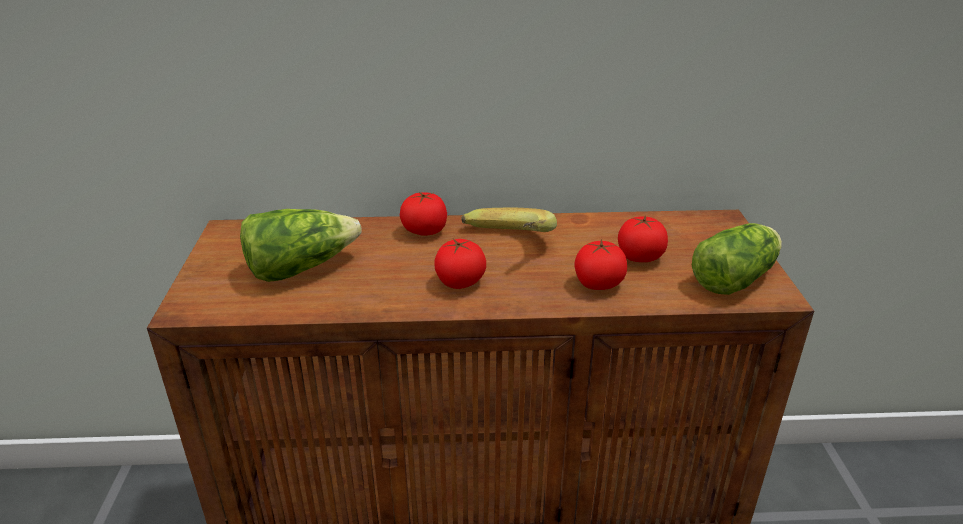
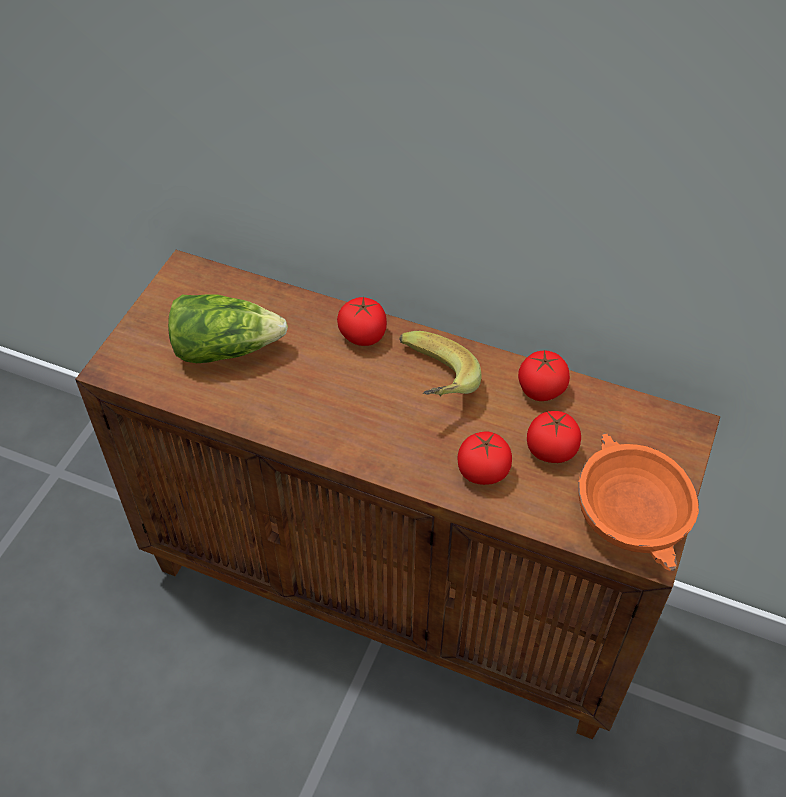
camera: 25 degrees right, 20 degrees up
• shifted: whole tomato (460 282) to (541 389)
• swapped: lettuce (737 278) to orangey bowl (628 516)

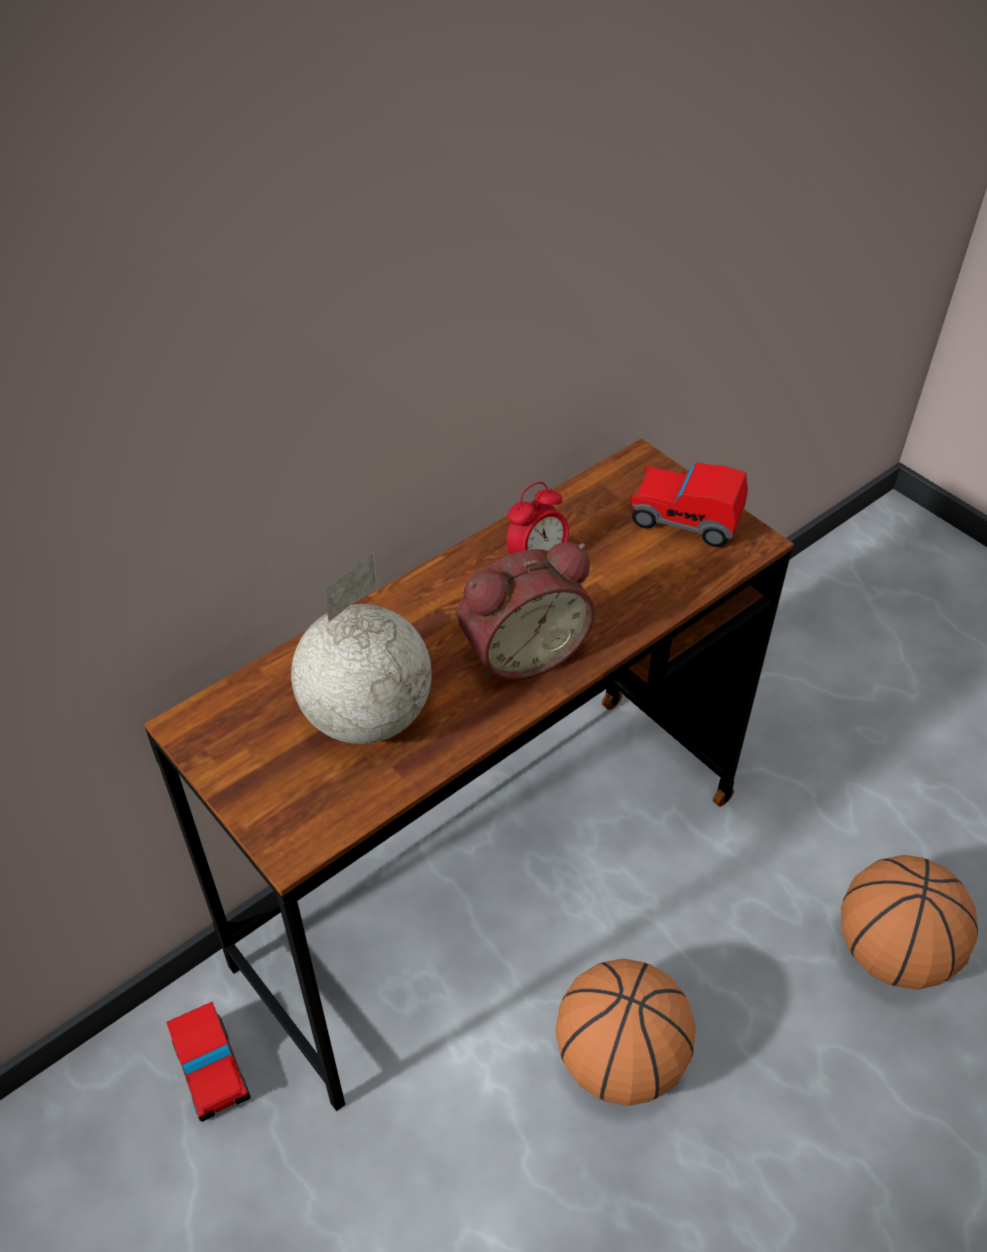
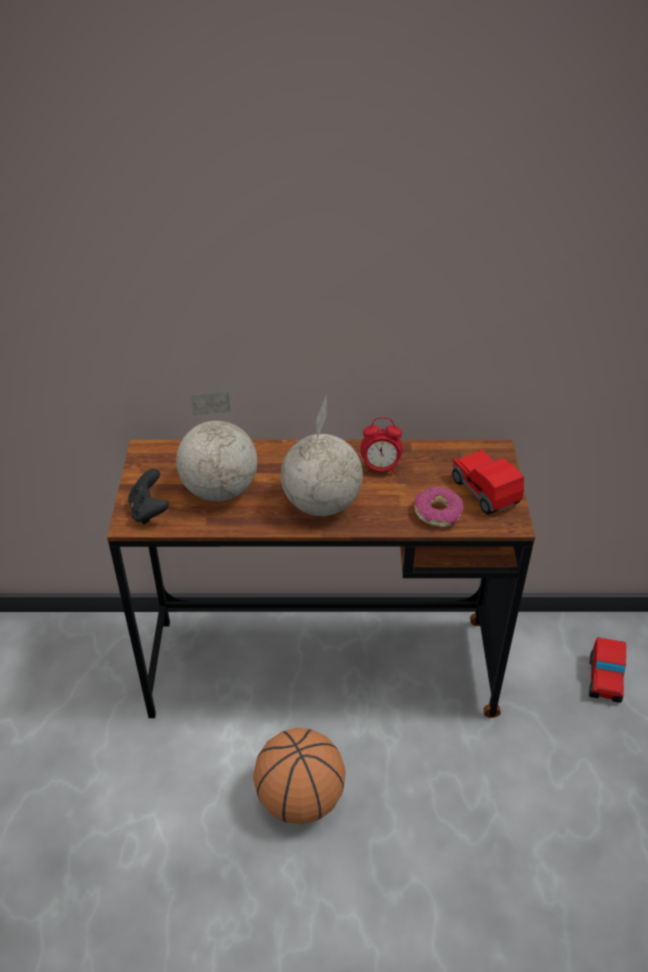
camera: 40 degrees right, 5 degrees down
• gone: basketball (892 952)
• new: black game controller (149 511)
• new: ring doughnut (438 513)
• shifted: model car (212 1073) to (604 680)
• swapped: bedside clock (521 651) to desk globe (322 504)

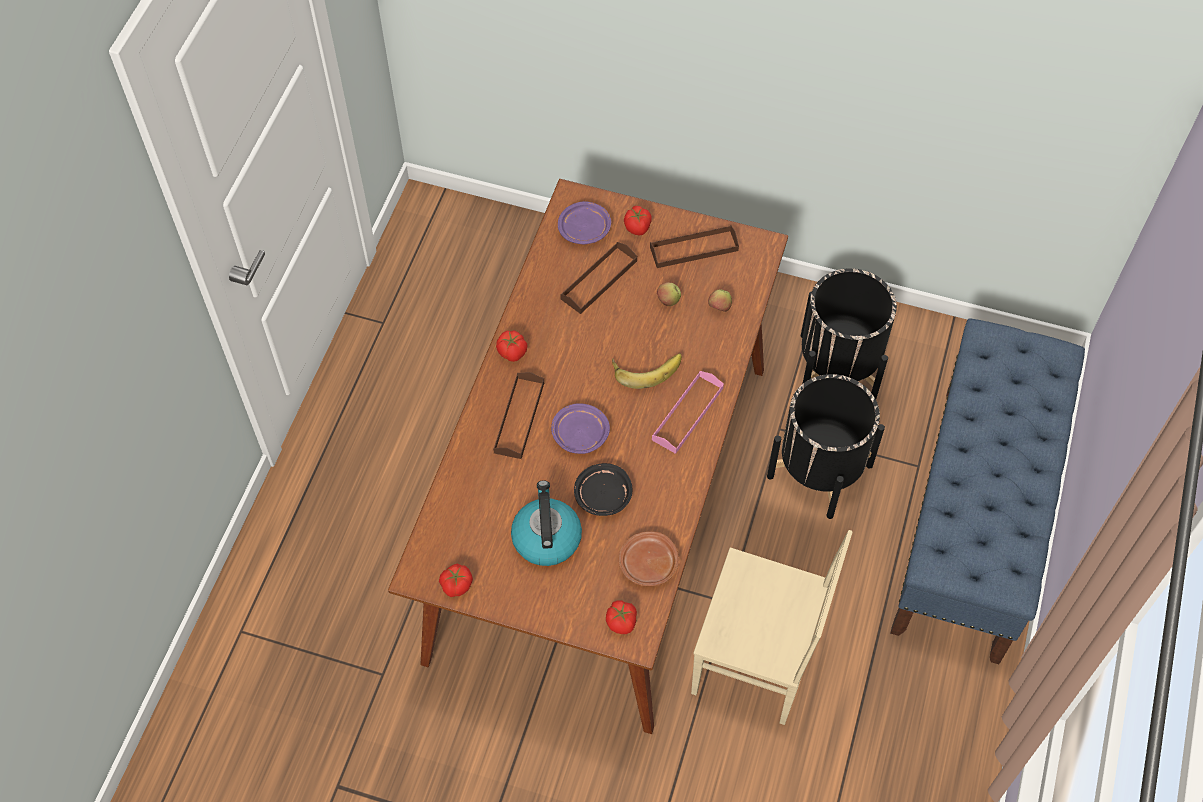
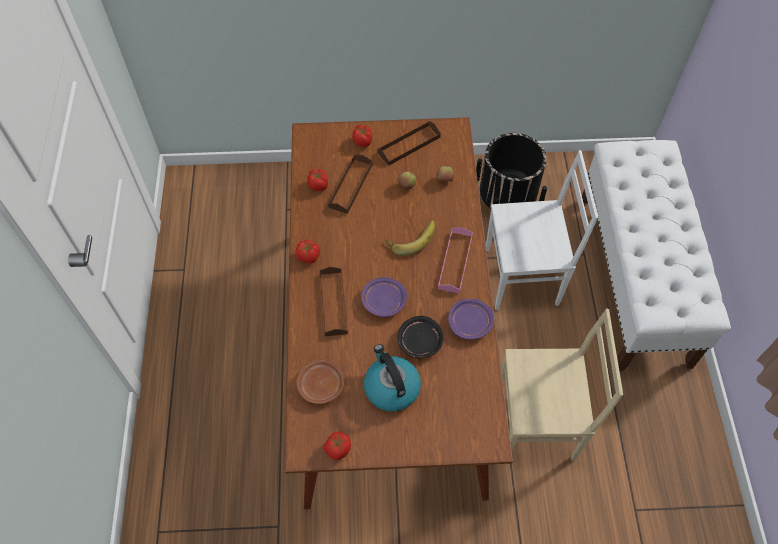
camera: 20 degrees left, 0 degrees up
• shifted: purple dinner plate (585 229) to (470 322)
• shifted: whole tomato (621 622) to (318 185)
• shifted: brown dinner plate (648 564) to (321 385)
• swapped: black plant pot (820 471) to whitish chair (523 277)
• repainted: blue long seat (972 521) to whitish long seat (633 279)

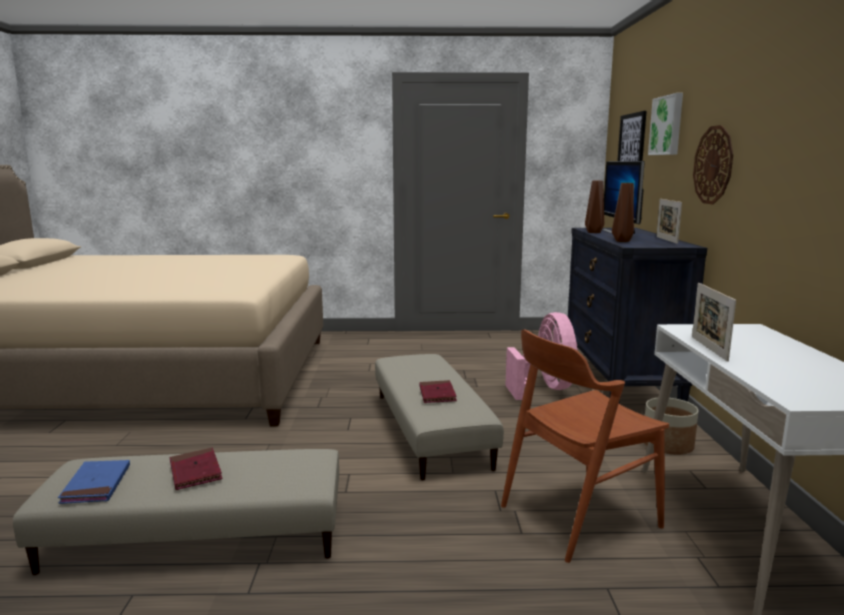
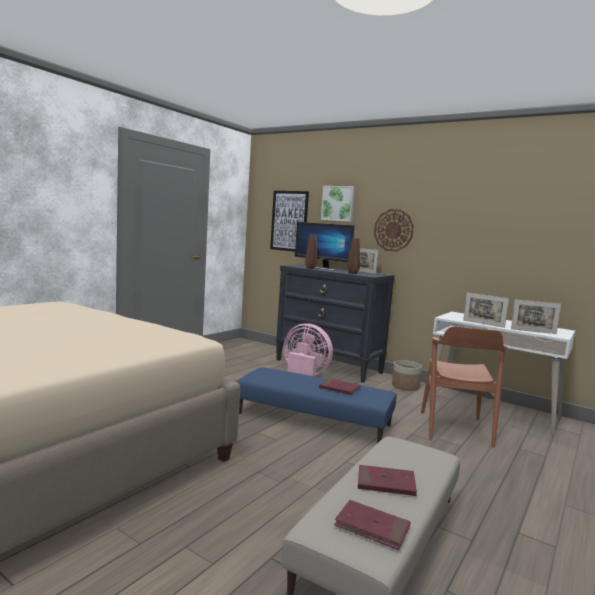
camera: 55 degrees left, 5 degrees down
• new: standing frame (533 331)
• repainted: blue book (96 485) to red book (372 527)
• repainted: beige ottoman (431 429) to blue ottoman (314 419)

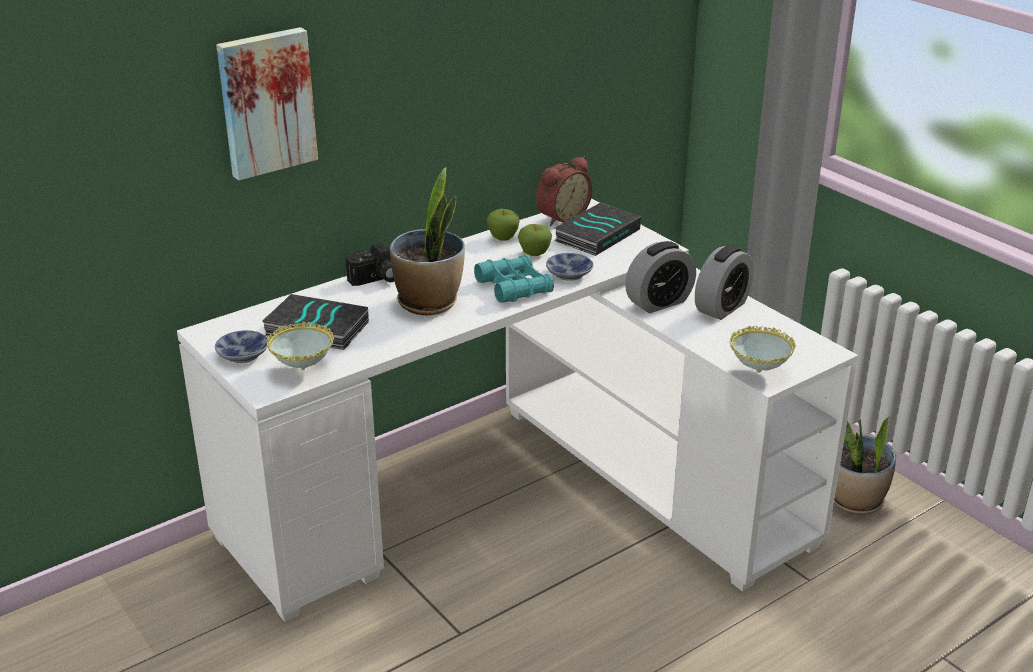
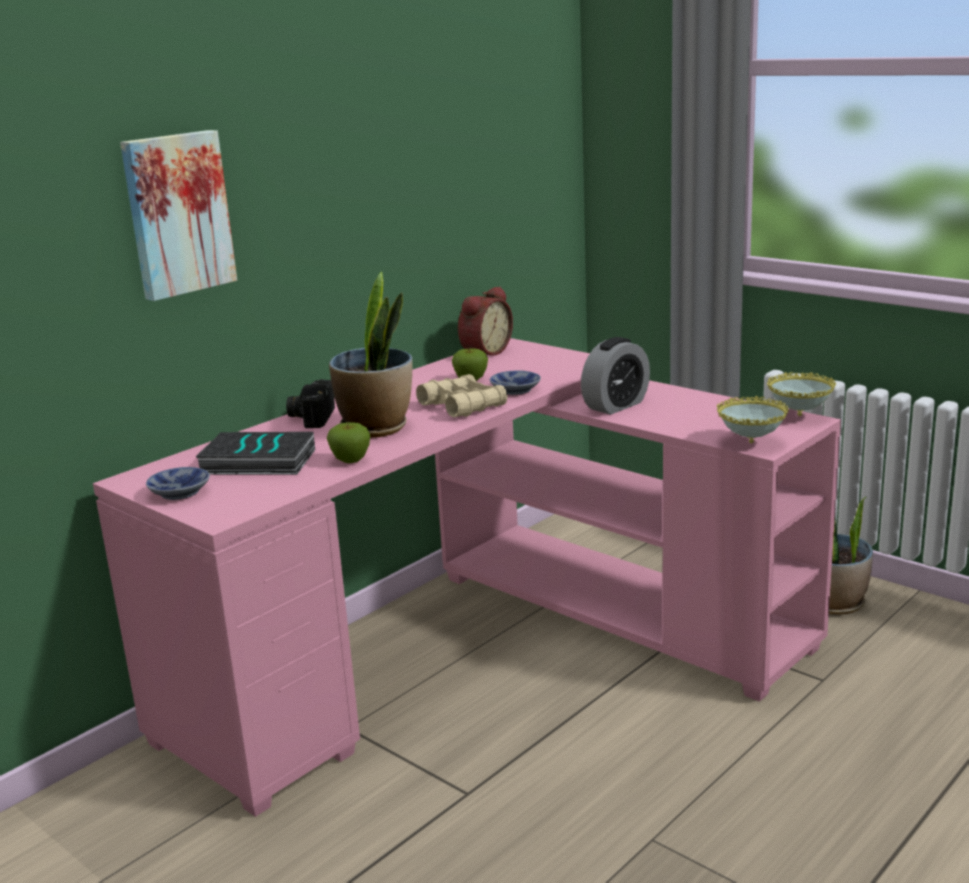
camera: 10 degrees left, 10 degrees down
• gone: book (596 234)
• gone: bedside clock (722 307)
• shifted: bowl (303 369) to (799 416)
• shifted: apple (503 238) to (350 461)
• repainted: whitish desk table (520 494) to pink-coloured desk table (486 649)
• repainted: blue-green field glasses (514 287) to beige field glasses (462 406)
• rotated: still camera (379 279) = (312 417) 135 degrees clockwise

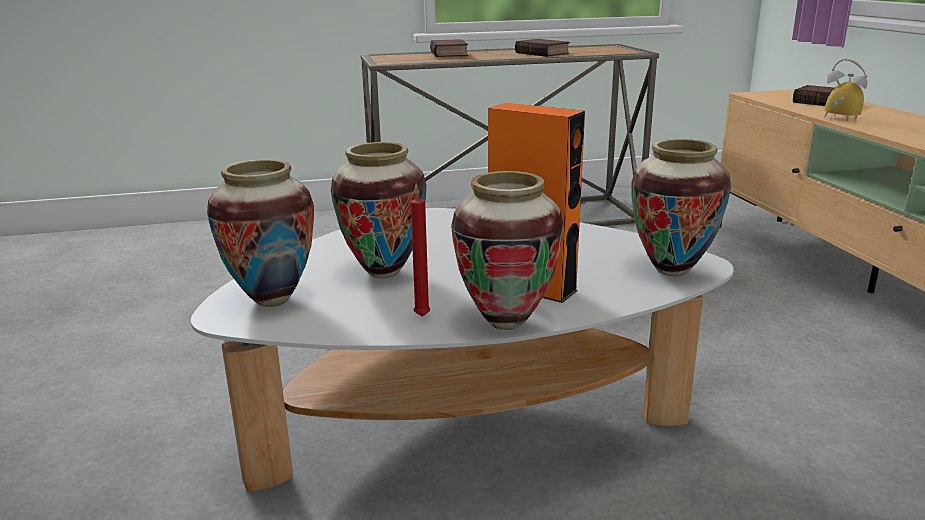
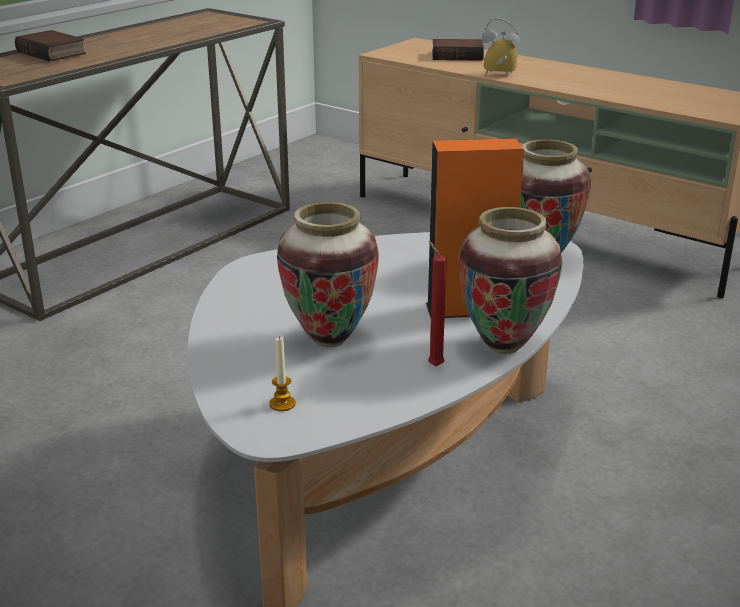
camera: 40 degrees left, 5 degrees up
• gone: book (543 53)
• swapped: vase (272 300) to wax candle (282 404)

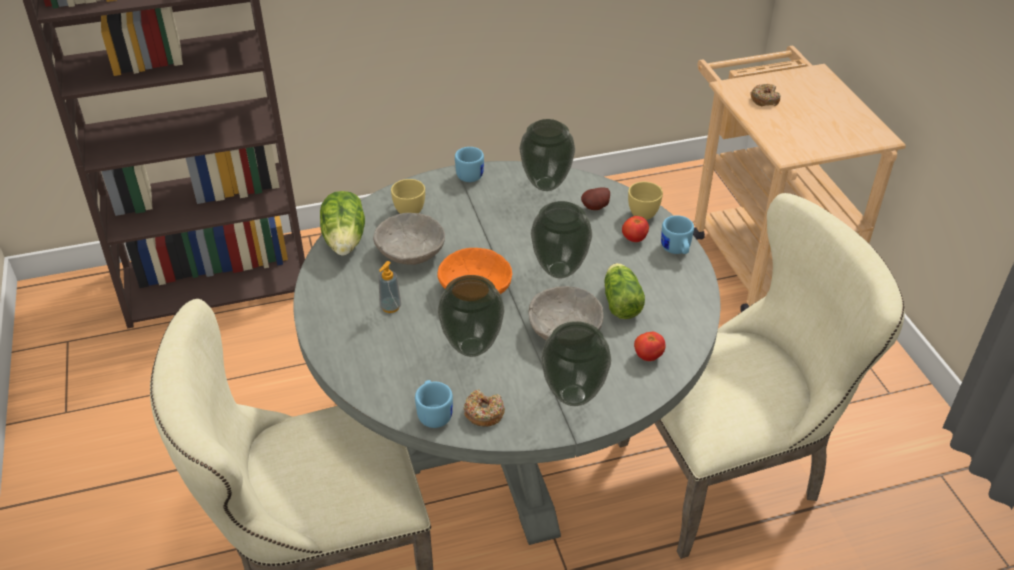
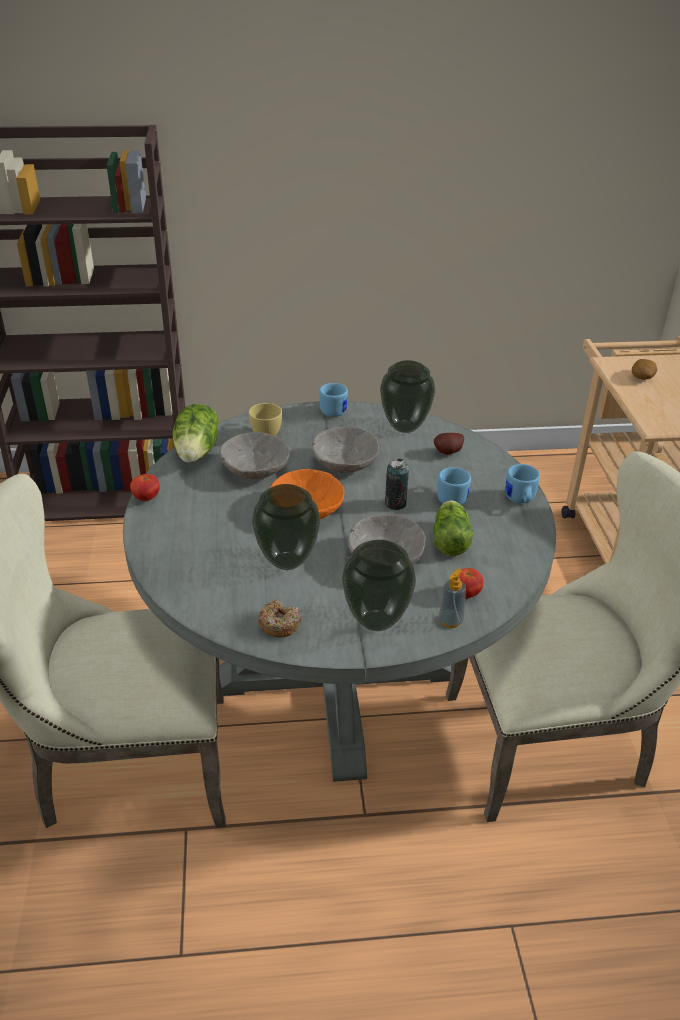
camera: 10 degrees right, 5 degrees down
• gone: yellowish cup (645 212)
• new: greyish bowl (344 463)
• shifted: liquid soap bottle (390 307) to (450 621)
• shifted: blue coffee mug (434 413) to (451 497)
• shifted: whole tomato (634 239) to (146 498)
• swapped: vase (559 271) to can (395 504)
• swapped: ring doughnut (764 99) to spud (642 377)

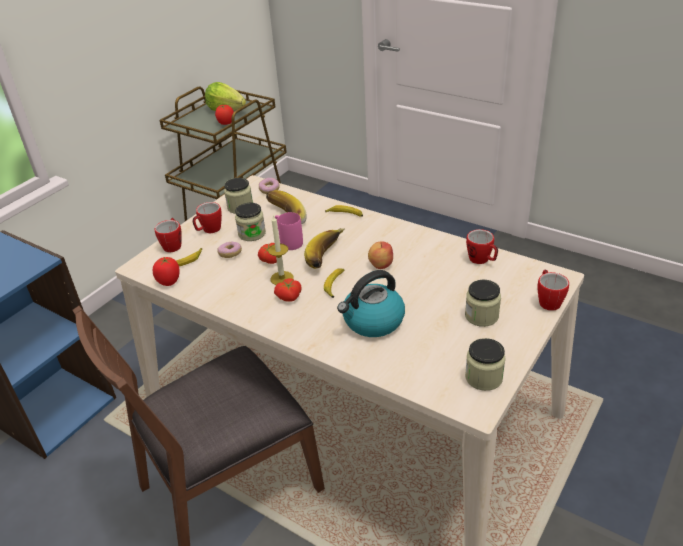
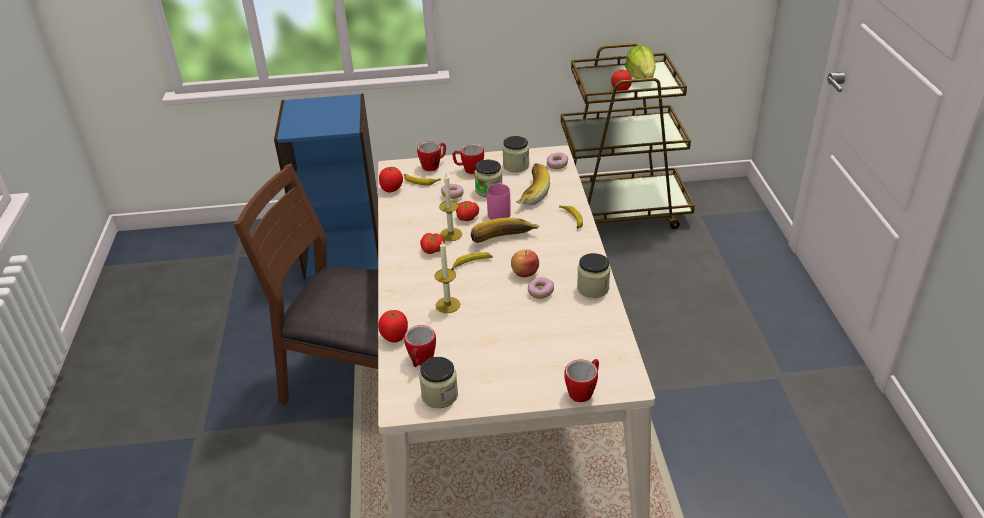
camera: 50 degrees right, 0 degrees up
• new: whole tomato (395 337)
• new: ring doughnut (540 292)
• shifted: storage jar (481 316) to (593 288)
• shifted: coffee mug (482 260) to (420 361)
• swapped: kettle (372 321) to wax candle (447 305)

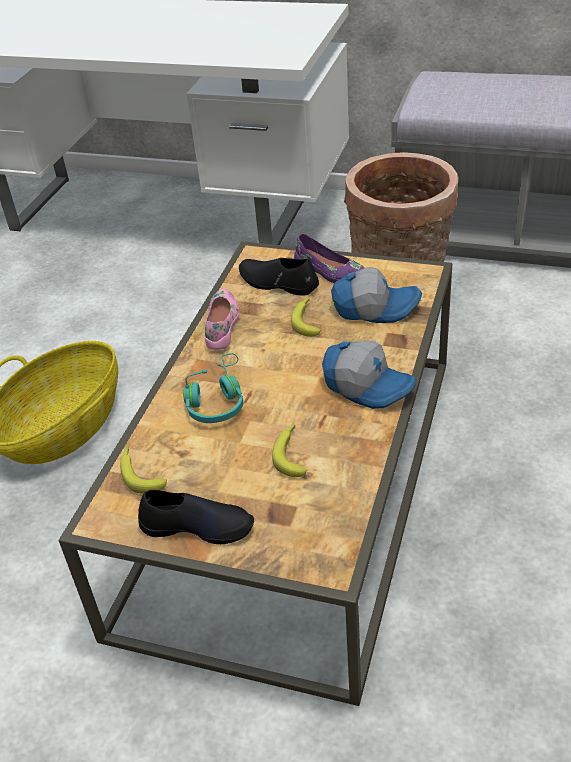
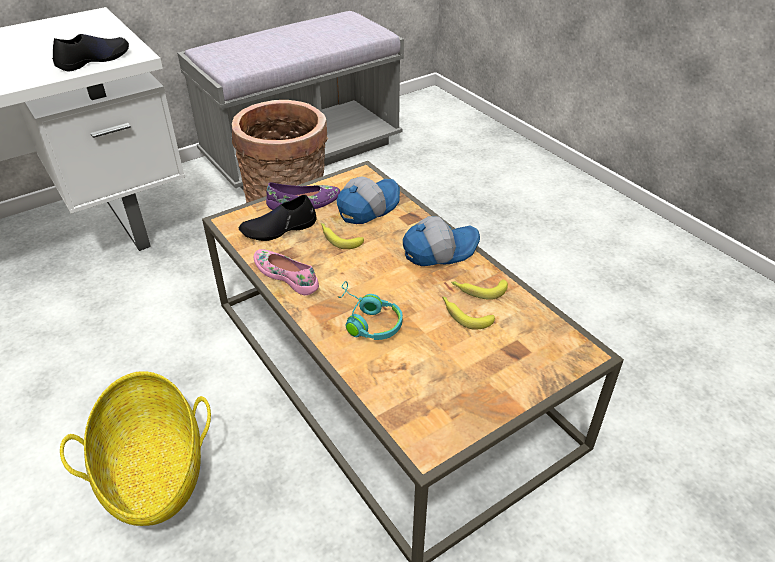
camera: 55 degrees left, 0 degrees up
• shifted: banana fruit (140 473) to (478 290)
• shifted: black shoe (198 526) to (93 60)

